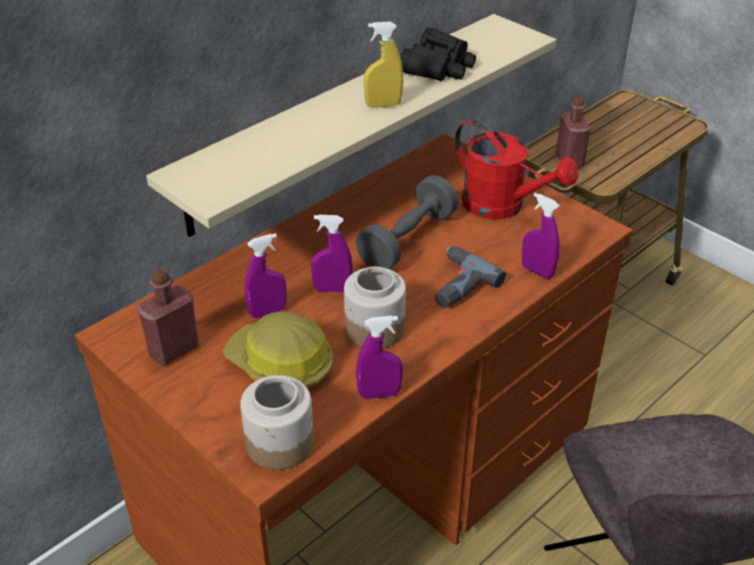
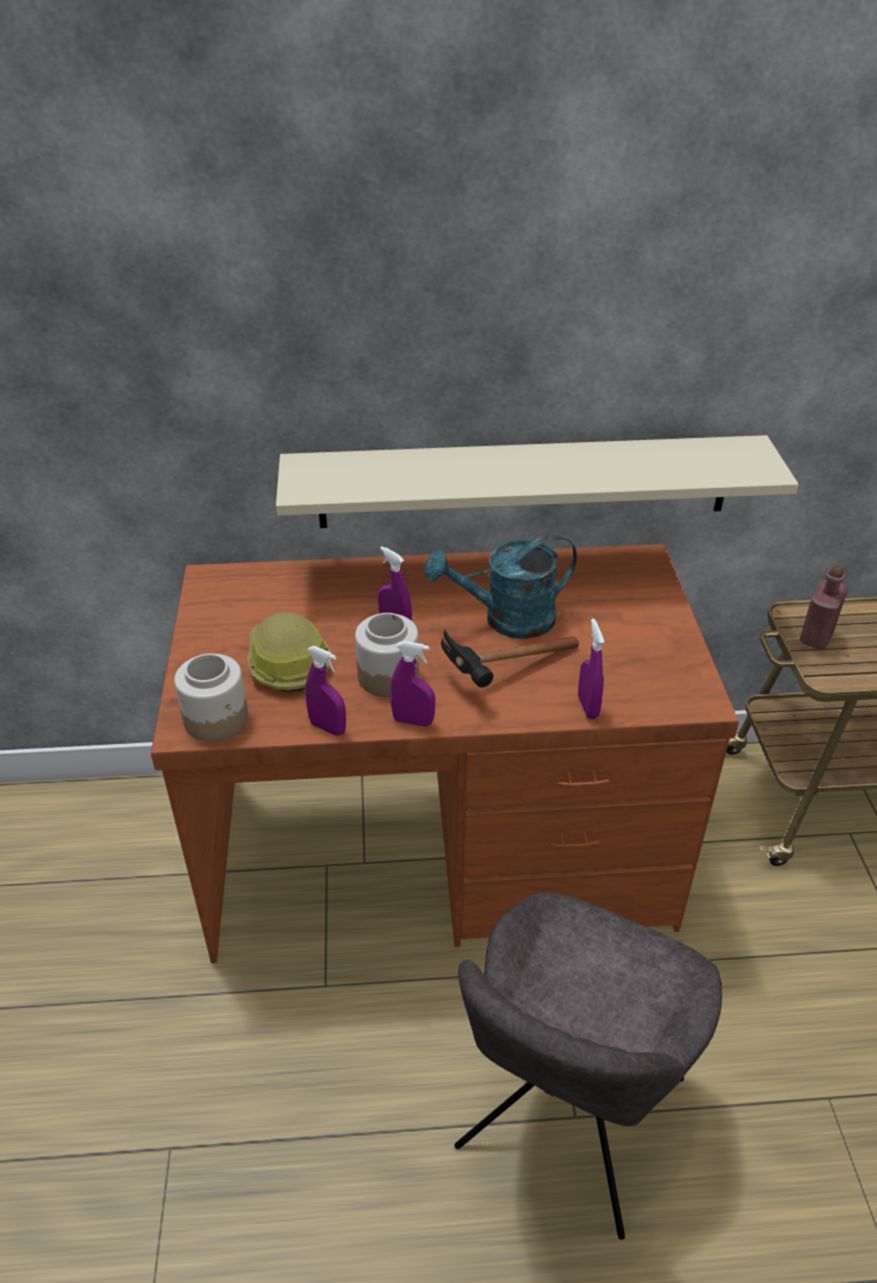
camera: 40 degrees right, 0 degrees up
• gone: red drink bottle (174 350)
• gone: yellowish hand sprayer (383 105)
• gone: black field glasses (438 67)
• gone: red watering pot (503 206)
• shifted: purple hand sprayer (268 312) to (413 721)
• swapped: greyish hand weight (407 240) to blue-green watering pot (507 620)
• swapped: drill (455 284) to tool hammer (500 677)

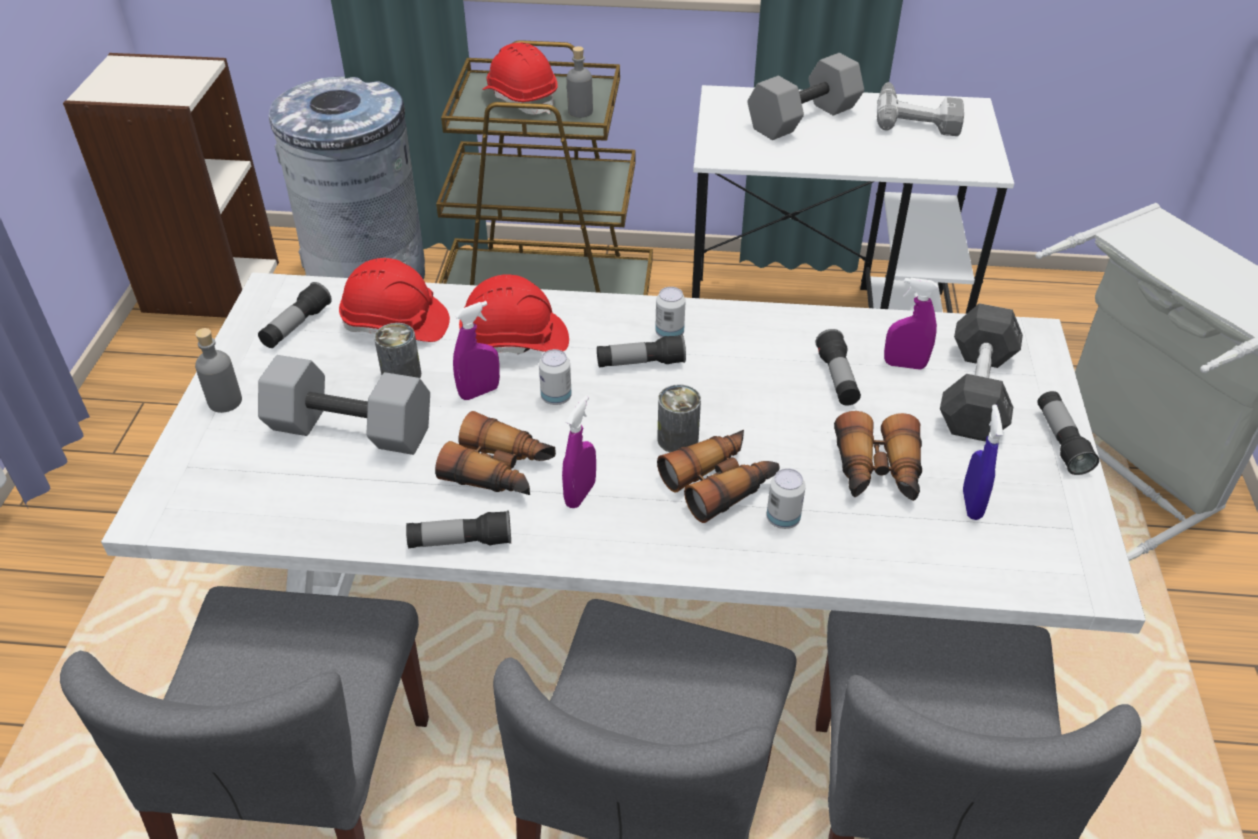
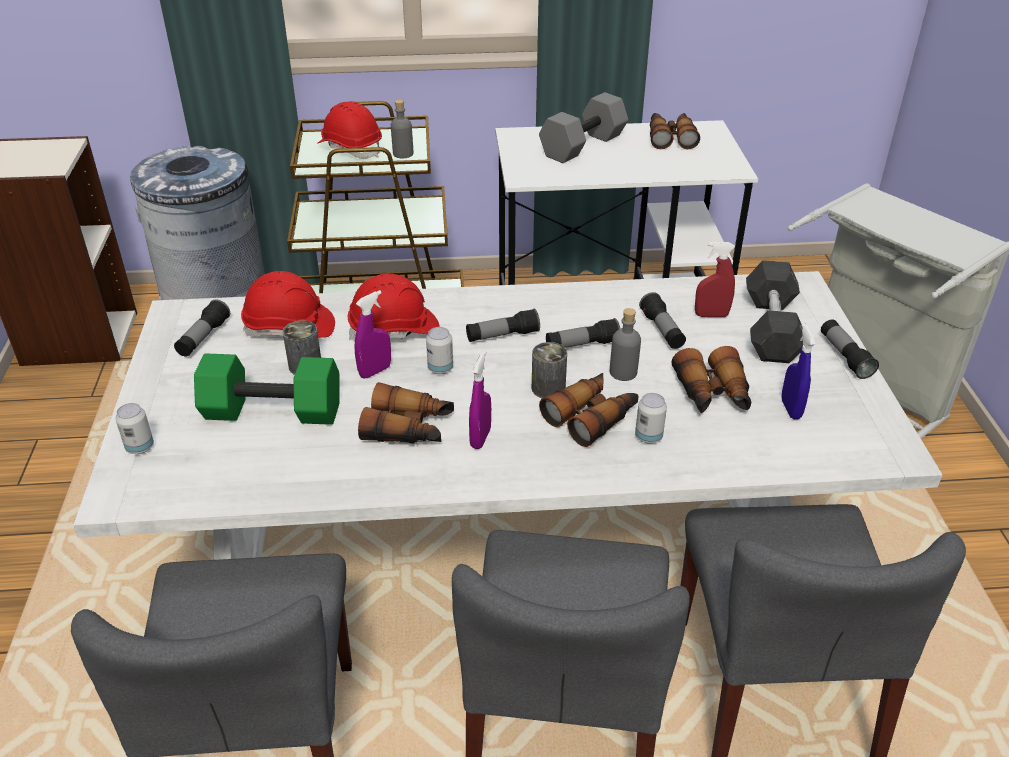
camera: 10 degrees left, 5 degrees down
• shifted: greyish drink bottle (225 401) to (623 372)
• shifted: torch (460 542) to (582 345)
• shifted: can (669 333) to (140 447)
• swapped: drill (917 117) to field glasses (671 137)
• repainted: greyish hand weight (353 428) to greenish hand weight (274 410)
• repainted: purple hand sprayer (904 365) to red hand sprayer (711 315)

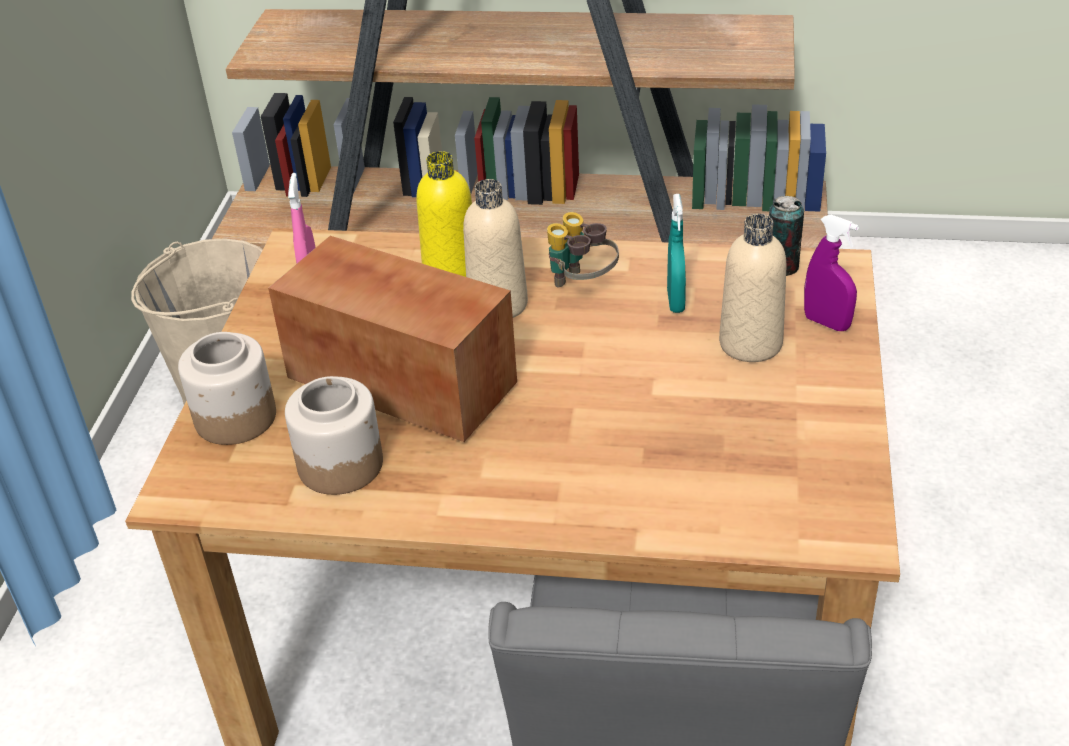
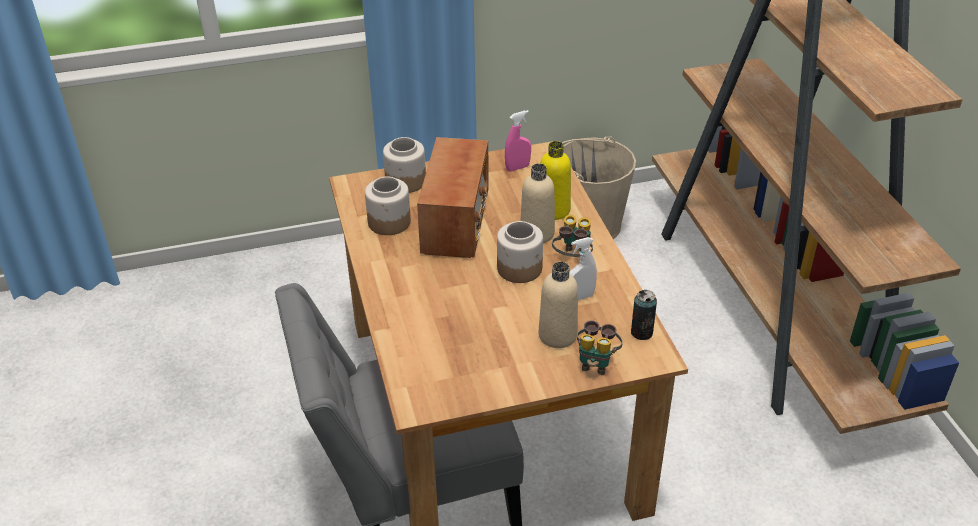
camera: 65 degrees right, 0 degrees up
• new: storage jar (520 268)
• swapped: purple hand sprayer (826 323) to field glasses (596 363)
• repainted: blue-green hand sprayer (675 301) to whitish hand sprayer (579 297)

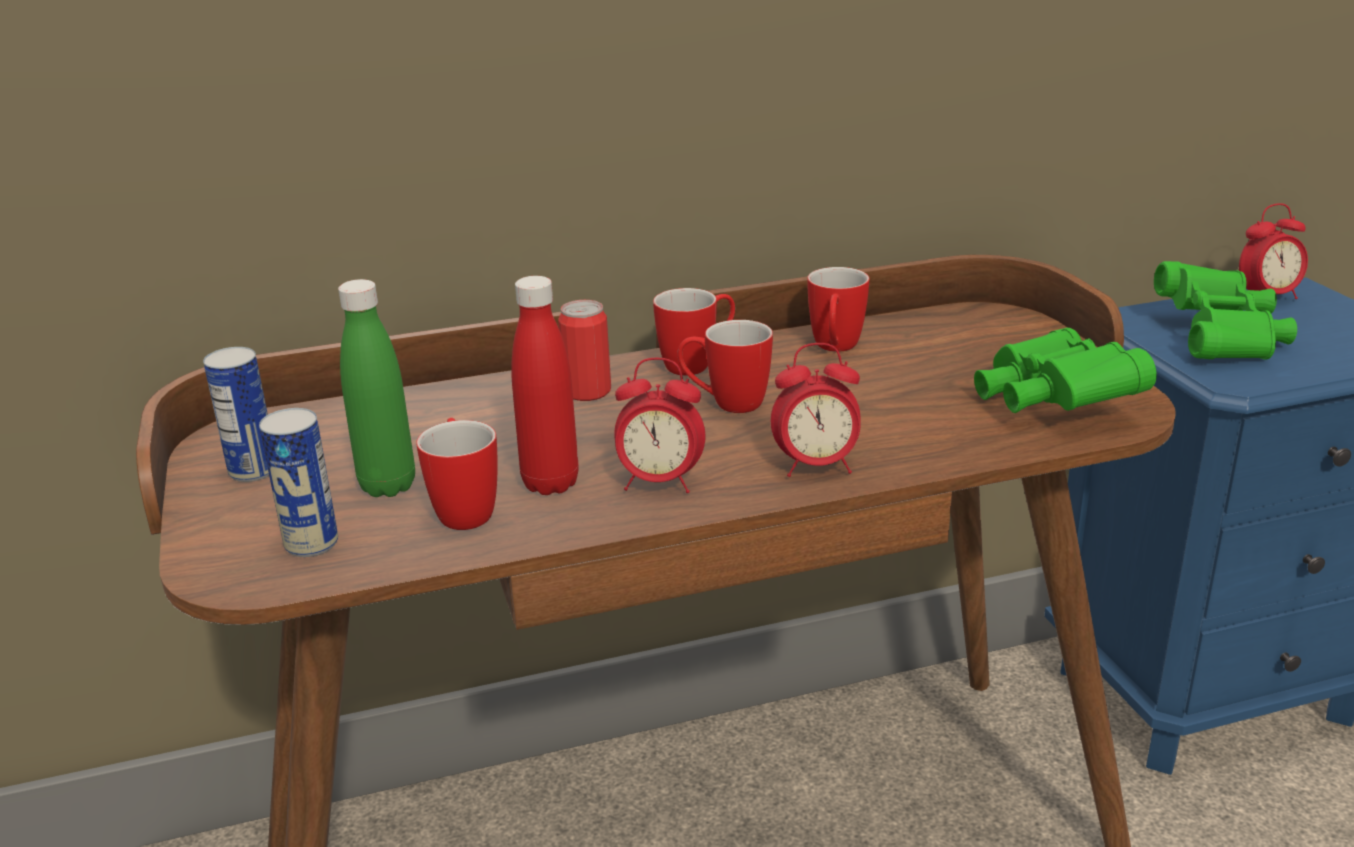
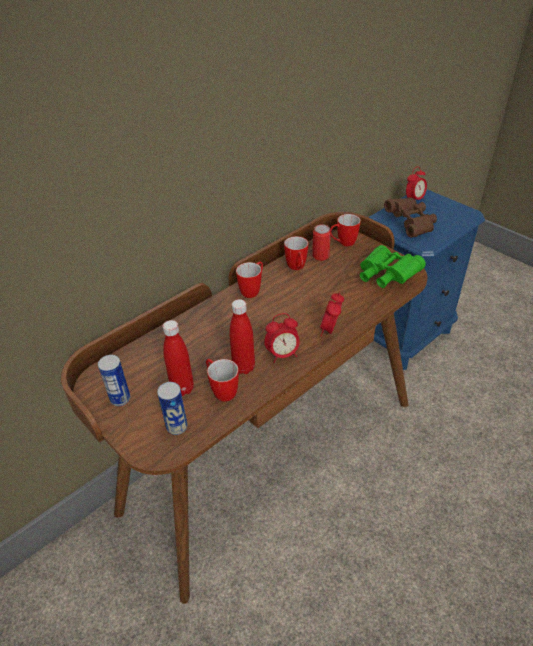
camera: 25 degrees left, 15 degrees up
• shifted: can (587 391) to (320 256)
• shifted: coffee mug (725 404) to (343 243)
• repainted: greenish drink bottle (388 486) to red drink bottle (182 388)
• repainted: greenish field glasses (1221 339) to brown field glasses (411 224)
• rotated: bedside clock (816 467) = (330 330) 135 degrees clockwise

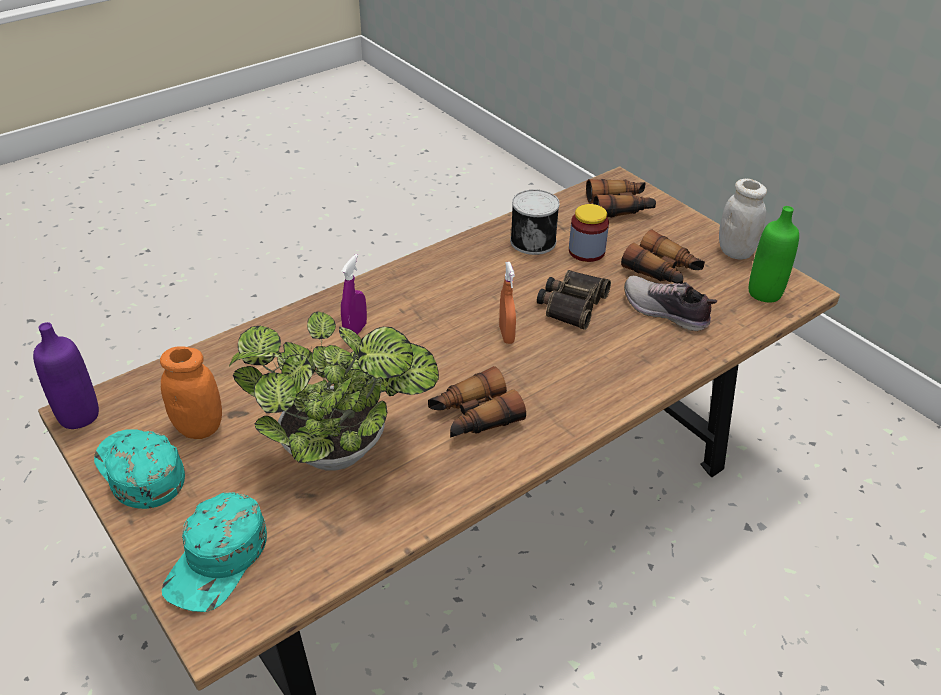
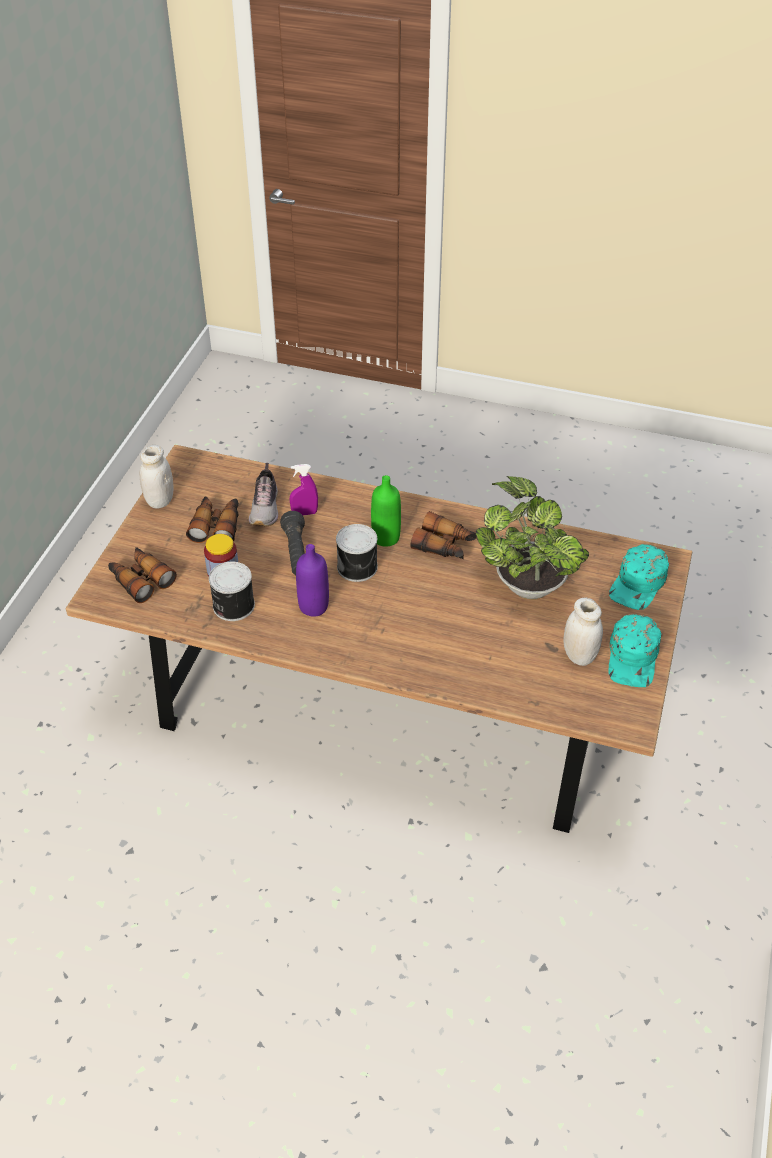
camera: 125 degrees left, 5 degrees up
• shifted: purple drink bottle (79 416) to (313 606)
• shifted: purple hand sprayer (355 331) to (304 513)
• shifted: greenish drink bottle (764 293) to (386 538)
• swapped: orangey hand sprayer (506 335) to can (358 567)
• swapped: field glasses (571 304) to black torch (296 552)
• repainted: orangey storage jar (199 427) to whitish storage jar (579 655)
• rotated: blue-green peaked cap (218 560) = (638 584) 135 degrees clockwise

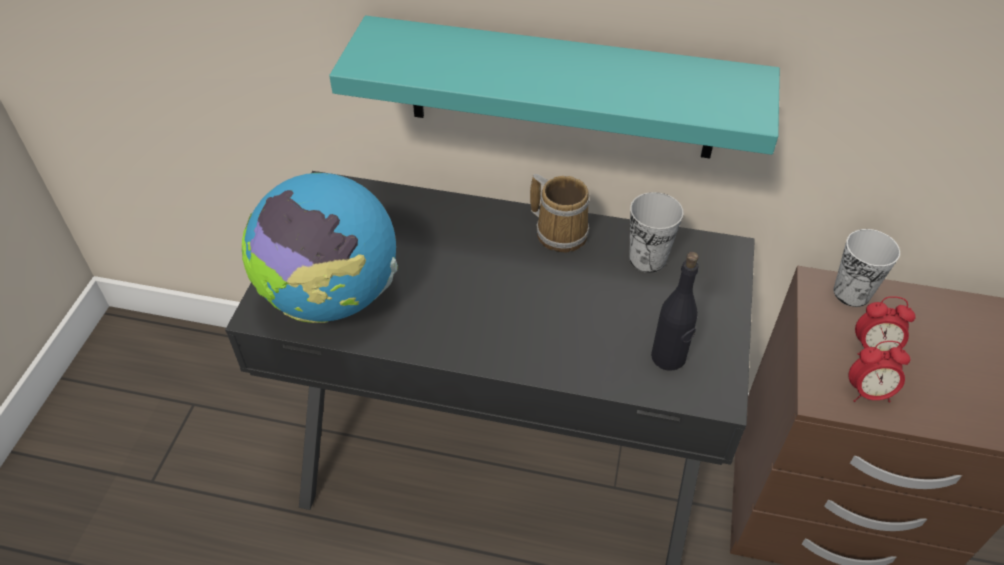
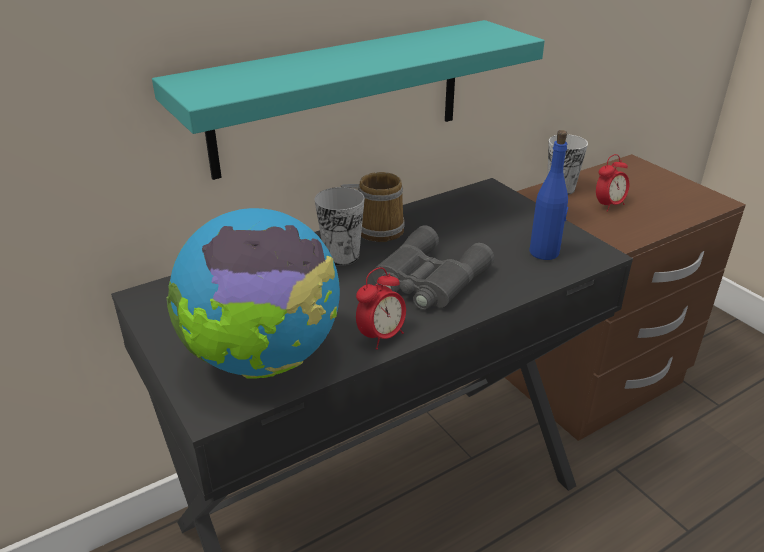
camera: 45 degrees left, 15 degrees down
• new: greyish field glasses (427 280)
• shifted: cup (647 259) to (341 256)
• shifted: bedside clock (868 392) to (381 336)
• repainted: black drink bottle (668 357) to blue drink bottle (544 252)

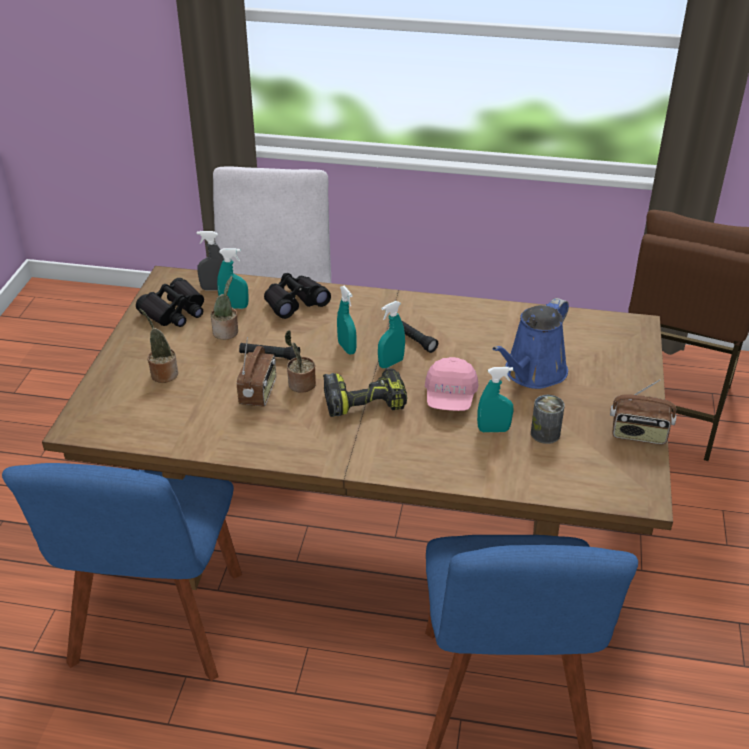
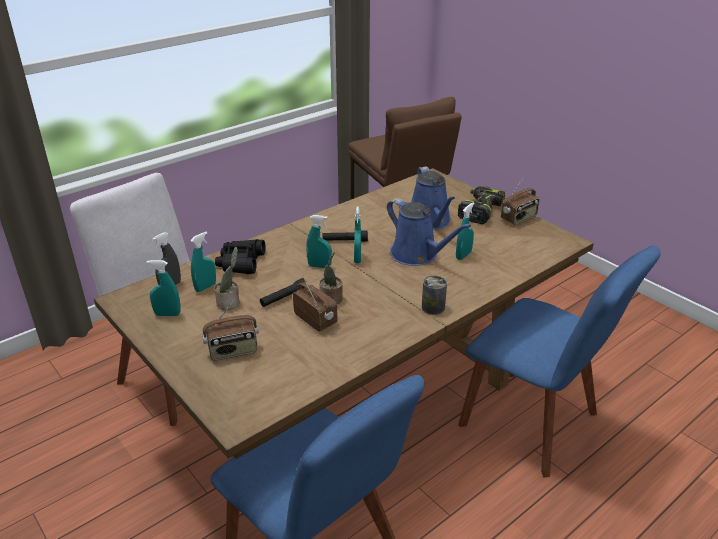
camera: 50 degrees left, 5 degrees down
• shifted: drill (365 400) to (479 211)
• shifted: can (545 433) to (433 307)
• swapped: black field glasses (174 312) to blue-green hand sprayer (167 314)
• swapped: potted plant (163 373) to radio set (233 351)
• swapped: pink-coloured peaked cap (450 398) to blue watering pot (417 255)

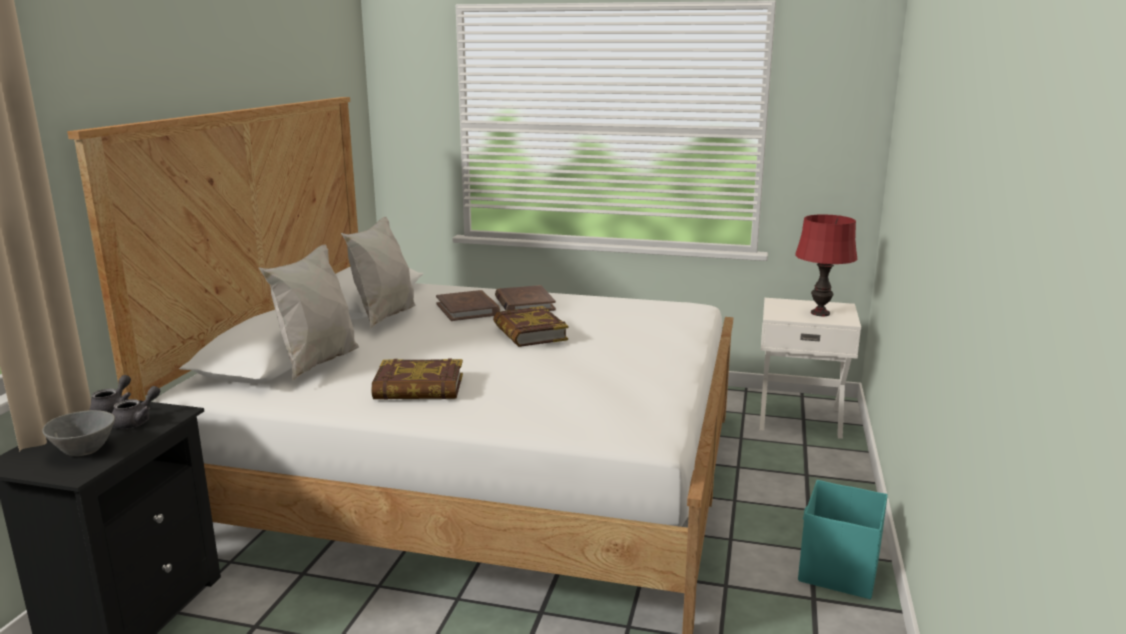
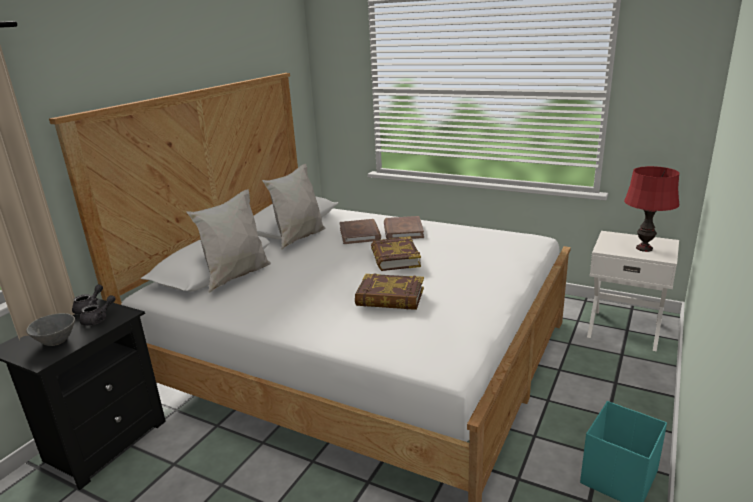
camera: 15 degrees right, 5 degrees up
• shifted: book (419 387) to (390 297)

